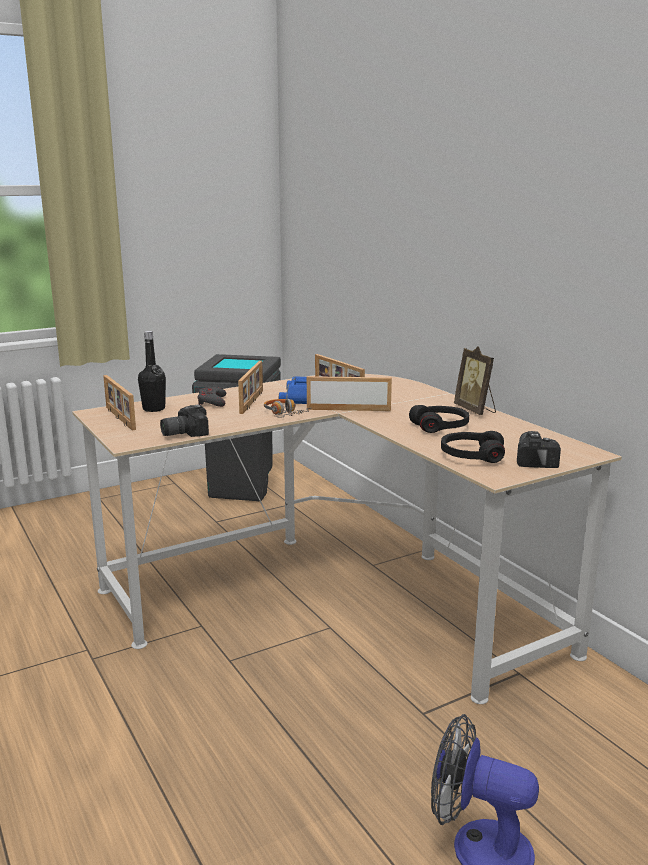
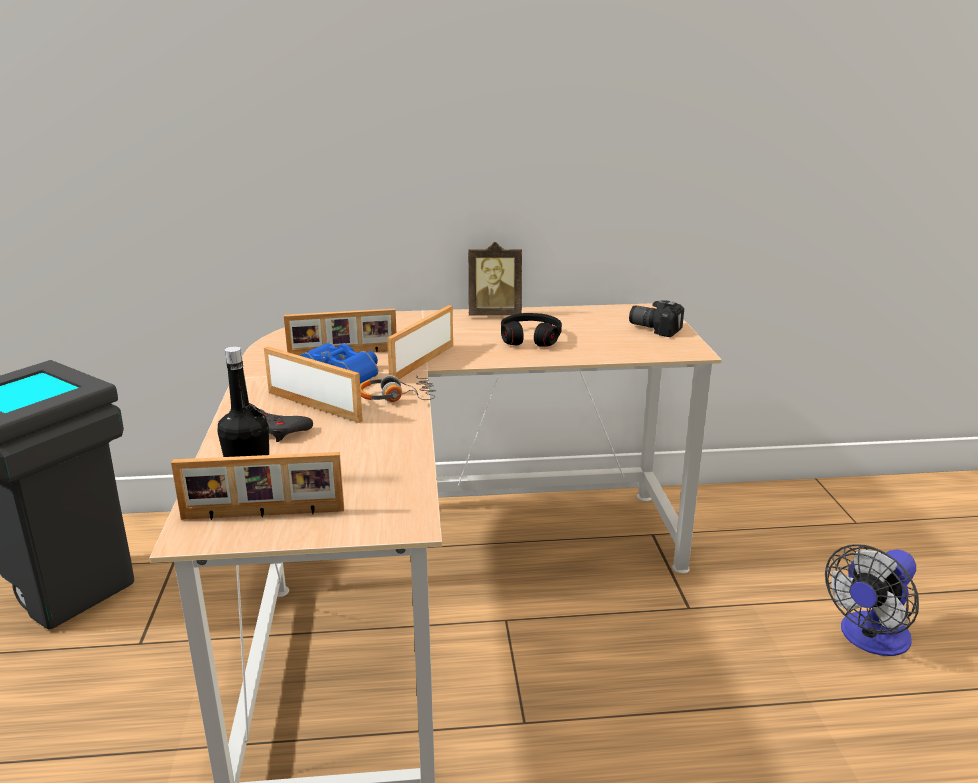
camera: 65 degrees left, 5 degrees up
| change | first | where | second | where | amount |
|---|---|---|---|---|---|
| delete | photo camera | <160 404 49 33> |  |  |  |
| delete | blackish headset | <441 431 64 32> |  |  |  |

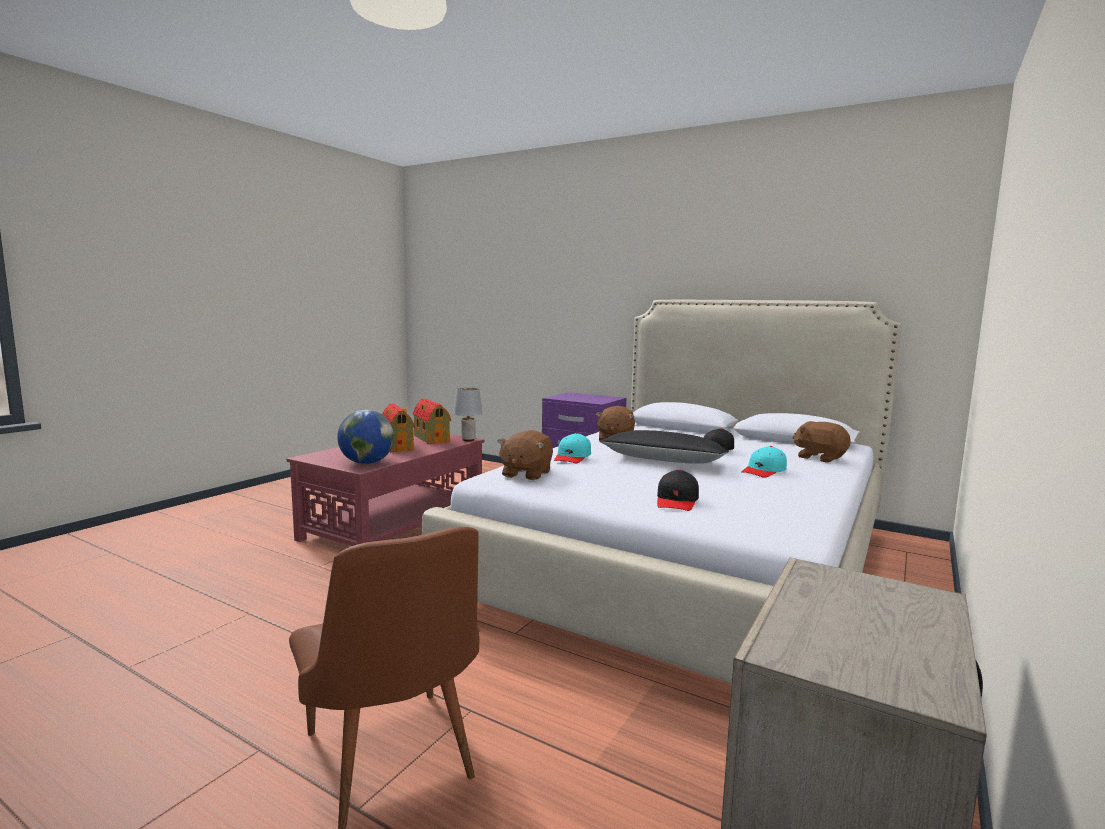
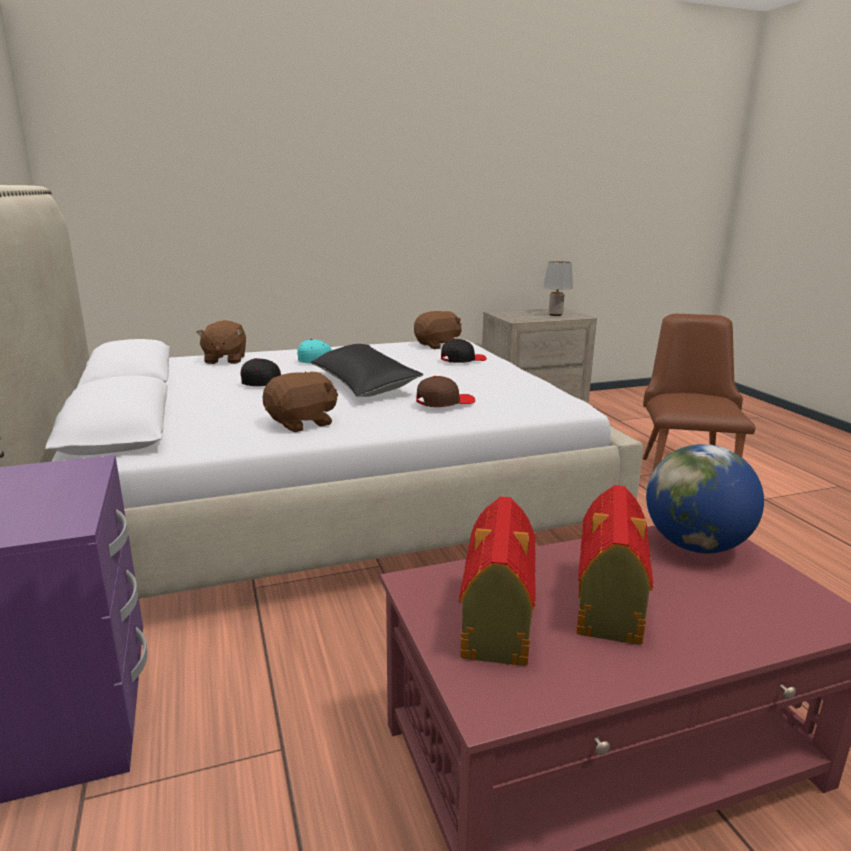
camera: 140 degrees left, 10 degrees up
| change | first | where | second | where | amount |
|---|---|---|---|---|---|
| move | gray lamp for a table | <453 388 29 53> |  | <543 261 30 55> |  |
| move | brown cuddly toy | <497 430 56 50> |  | <414 311 48 38> |  |
| recolor | blue-green baseball cap | <554 433 37 31> | brown baseball cap | <416 376 59 31> |  |

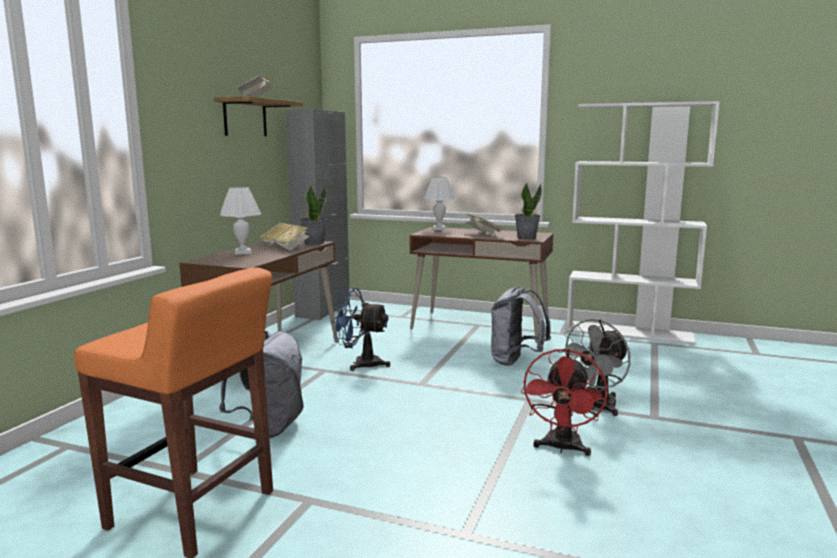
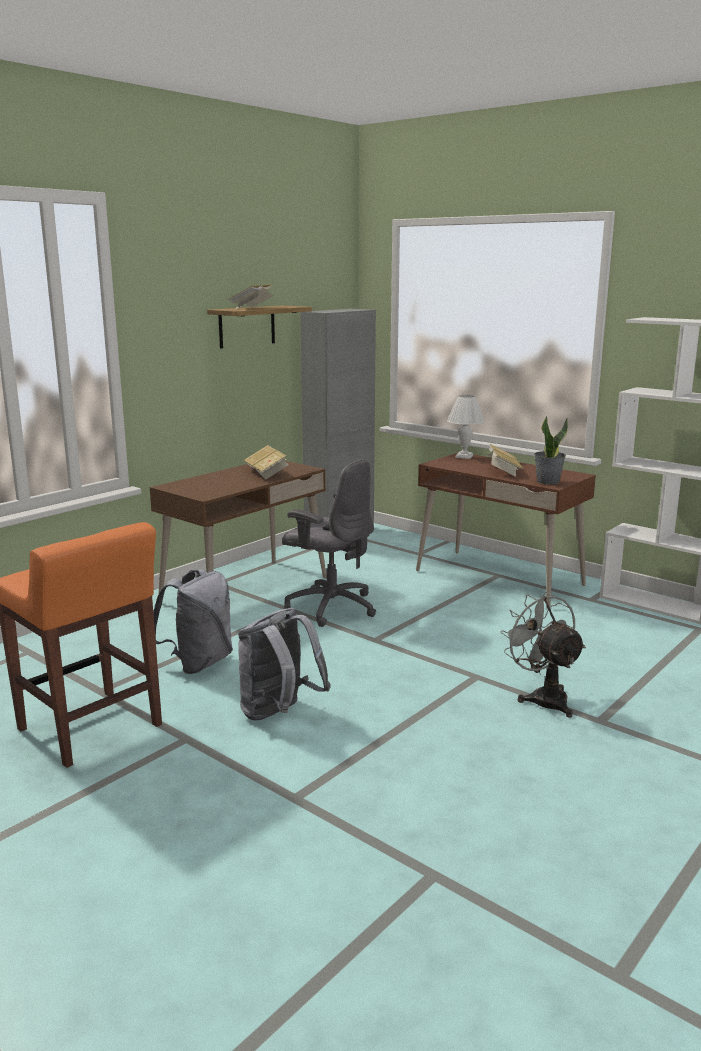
camera: 20 degrees right, 5 degrees up
| change | first | where | second | where | amount |
|---|---|---|---|---|---|
| delete | whitish lamp for a table | <220 187 41 68> |  |  |  |
| delete | houseplant | <300 185 27 60> |  |  |  |
| delete | red cooling fan | <521 349 86 107> |  |  |  |
| move | gray knapsack | <491 286 60 80> |  | <238 608 93 113> |  |
| replace | blue-coloured cooling fan | <331 287 59 84> | gray computer chair | <282 460 94 167> |  |
| rotate | gray cooling fan | <558 319 72 97> |  | <501 592 85 126> | 90 degrees clockwise |

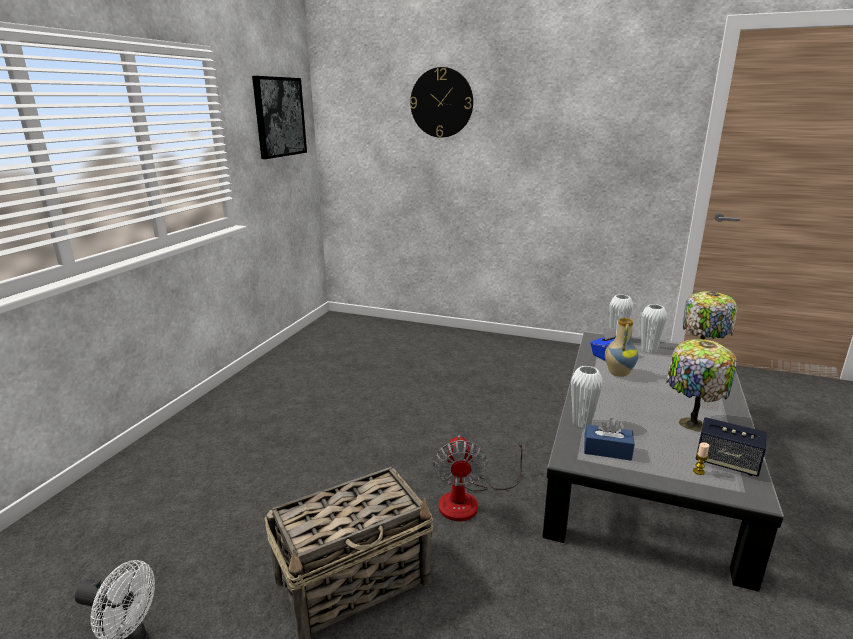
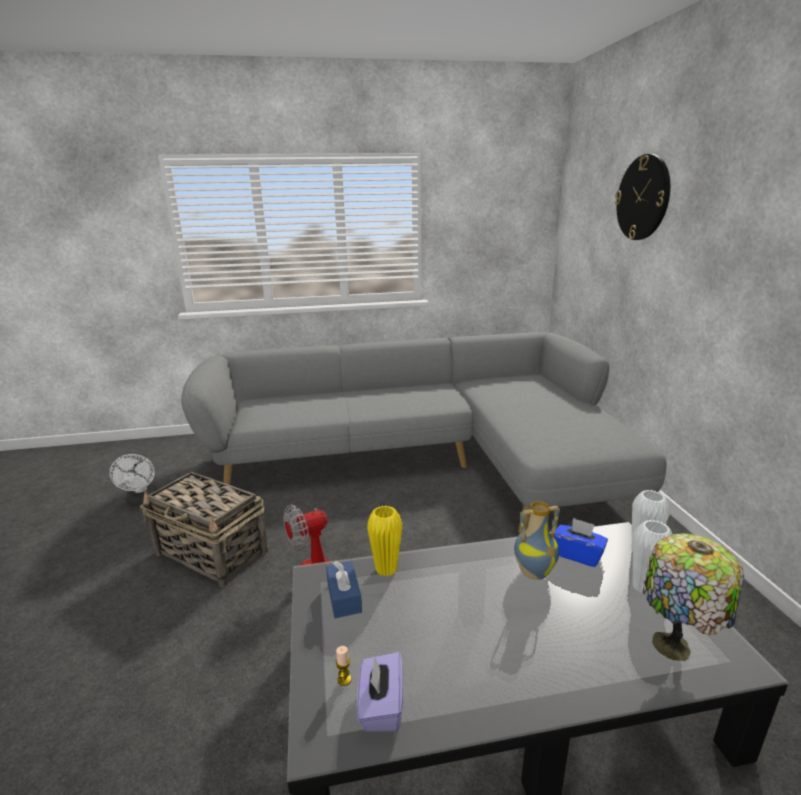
camera: 60 degrees right, 0 degrees up
| change | first | where | second | where | amount |
|---|---|---|---|---|---|
| delete | picture | <252 76 55 83> |  |  |  |
| delete | lamp for a table | <666 339 71 93> |  |  |  |
| insert |  |  | gray settee | <181 332 486 202> |  |
| replace | loudspeaker | <696 417 70 60> | purple-coloured tissue holder | <357 652 46 80> |  |
| recolor | whitish vase | <571 366 32 63> | yellow-coloured vase | <367 506 36 70> |  |

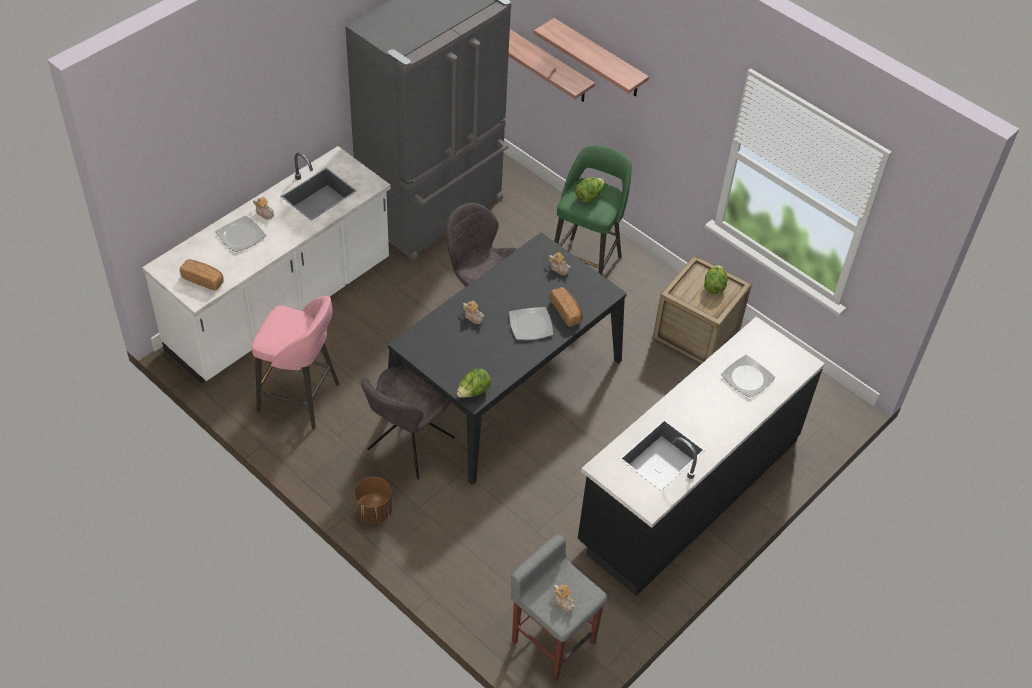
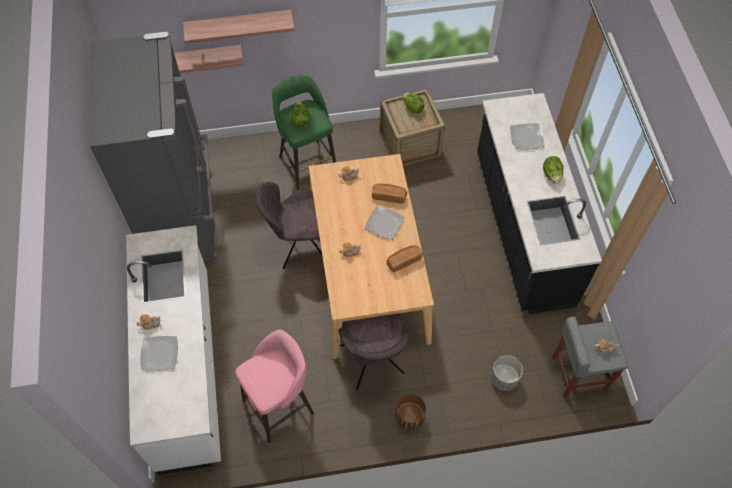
camera: 50 degrees left, 10 degrees up
| change | first | where | second | where | amount |
|---|---|---|---|---|---|
| insert |  |  | gray flower pot | <490 355 33 36> |  |
| move | bakery bread | <180 260 44 30> |  | <387 245 36 27> |  |
| move | lettuce | <457 368 34 30> |  | <543 156 21 28> |  |
| recolor | blackish dinner table | <388 233 239 251> | sand-coloured dinner table | <309 154 125 205> |  |

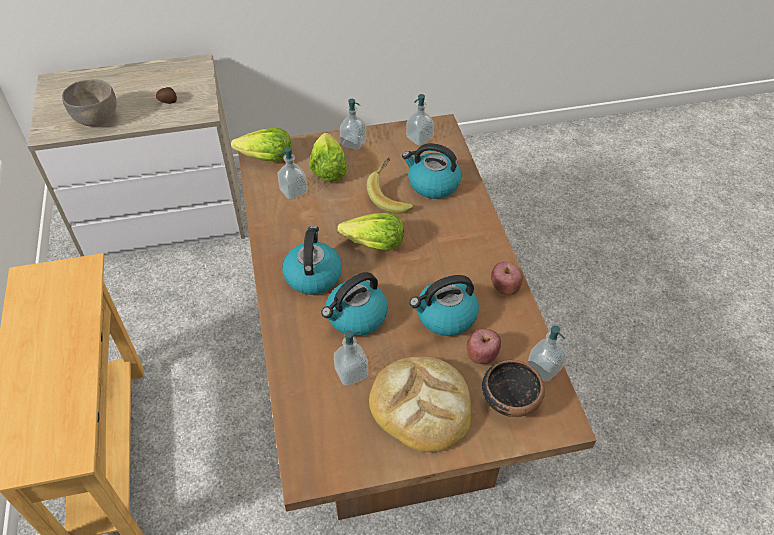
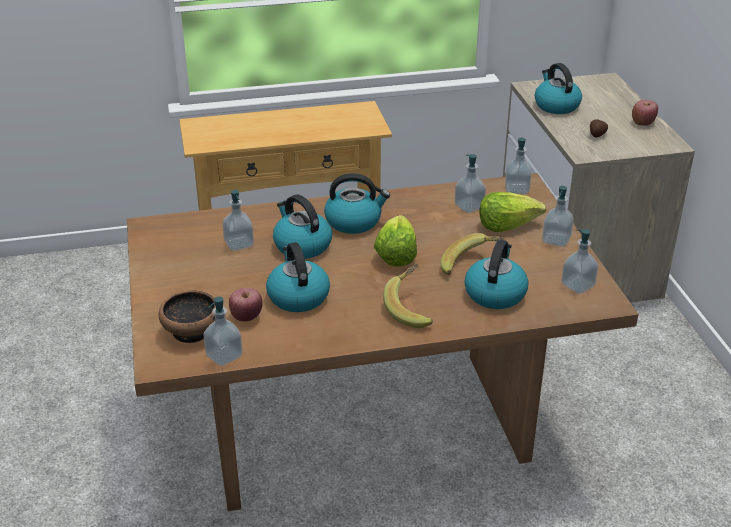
camera: 90 degrees right, 15 degrees down
| change | first | where | second | where | amount |
|---|---|---|---|---|---|
| delete | bakery bread | <369 357 102 95> |  |  |  |
| insert |  |  | banana | <383 264 50 64> |  |
| move | apple | <491 262 32 34> |  | <632 100 26 25> |  |
| replace | gray serving bowl | <62 79 55 48> | water kettle | <535 63 47 51> |  |
| replace | lettuce | <231 128 60 34> | soap dispenser | <505 137 26 57> |  |

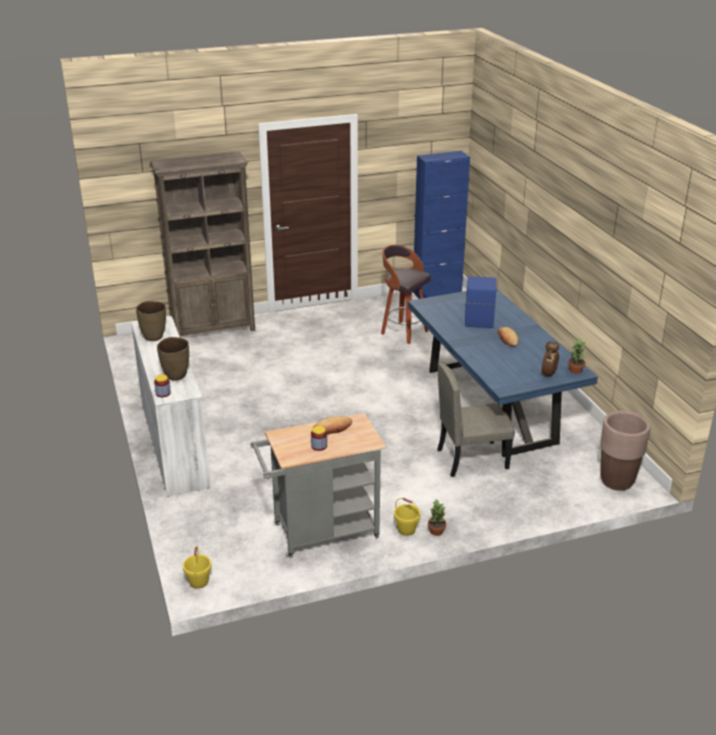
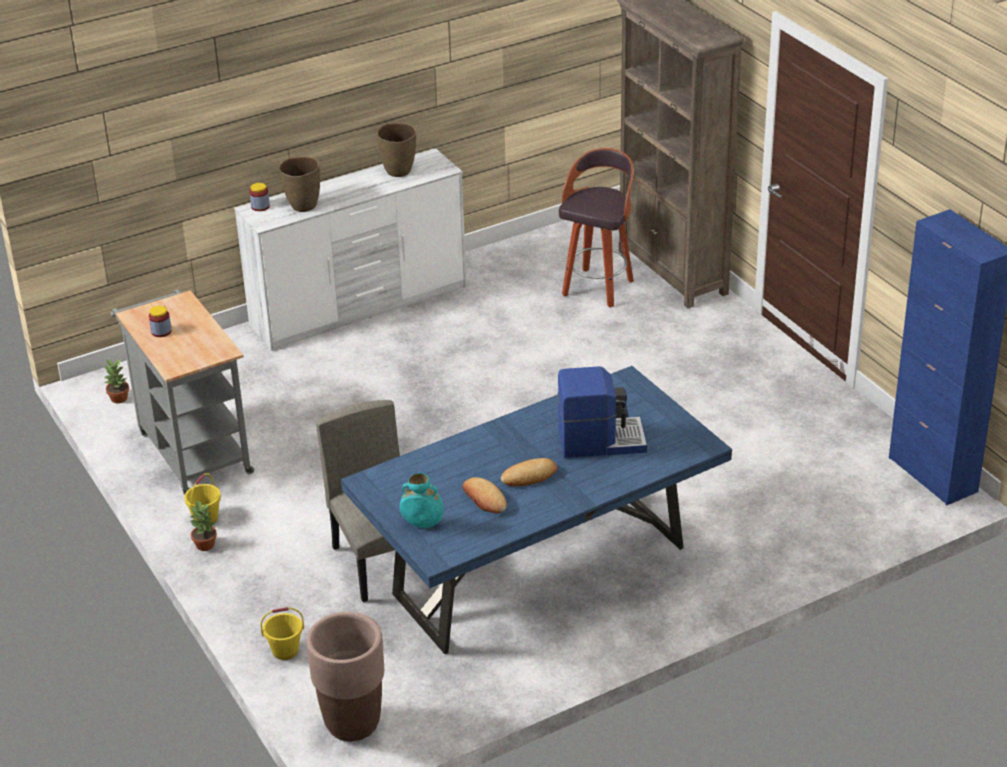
camera: 80 degrees right, 5 degrees up
| change | first | where | second | where | amount |
|---|---|---|---|---|---|
| move | yellow-coloured pail | <183 546 29 43> |  | <260 607 44 53> |  |
| move | bakery bread | <314 416 38 18> |  | <463 477 44 36> |  |
| move | stool seat | <381 245 50 99> |  | <559 148 75 159> |  |
| move | houseplant | <568 338 19 36> |  | <104 359 25 44> |  |
| recolor | brown vase | <541 341 18 35> | blue-green vase | <400 473 44 55> |  |

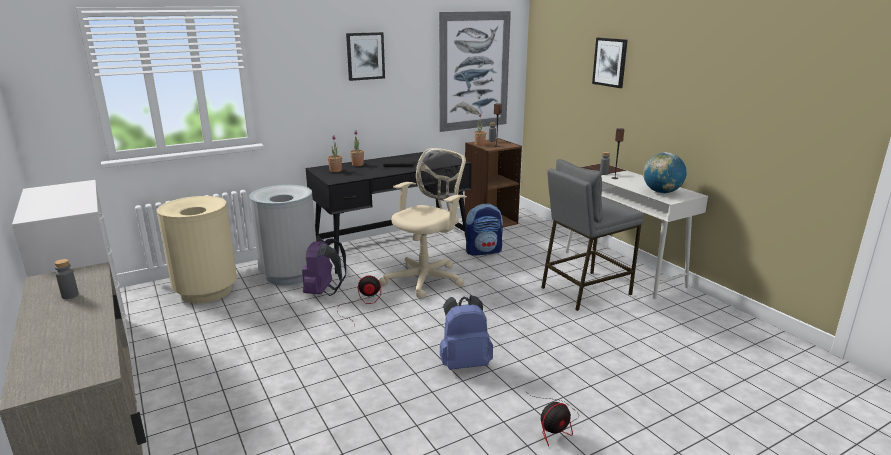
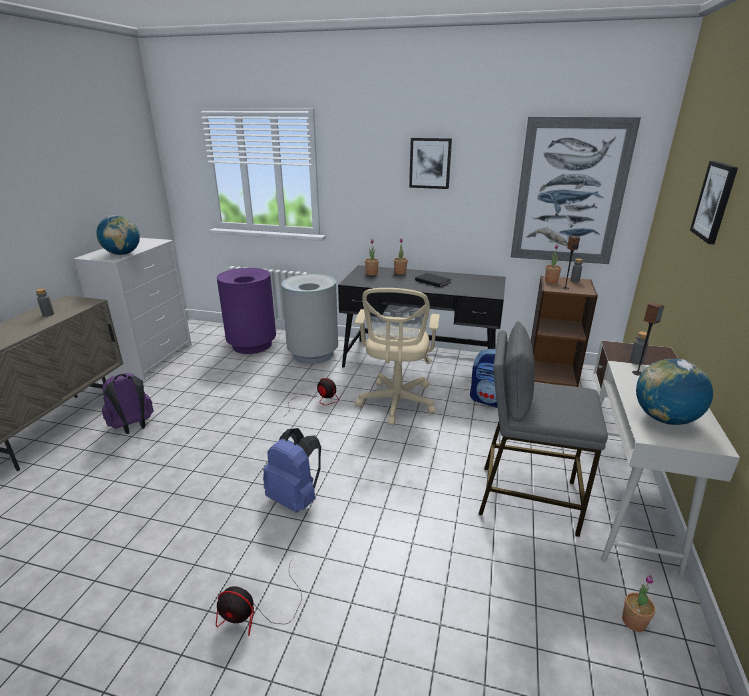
camera: 45 degrees right, 5 degrees up
| change | first | where | second | where | amount |
|---|---|---|---|---|---|
| insert |  |  | desk globe | <96 215 44 40> |  |
| insert |  |  | houseplant | <622 575 33 57> |  |
| move | purple-coloured knapsack | <302 238 44 58> |  | <102 373 52 61> |  |
| recolor | sand-coloured rubbish bin | <157 196 80 107> | purple-coloured rubbish bin | <217 268 59 86> |  |
| rotate | sand-coloured computer chair | <379 148 88 151> |  | <355 288 85 138> | 105 degrees clockwise |

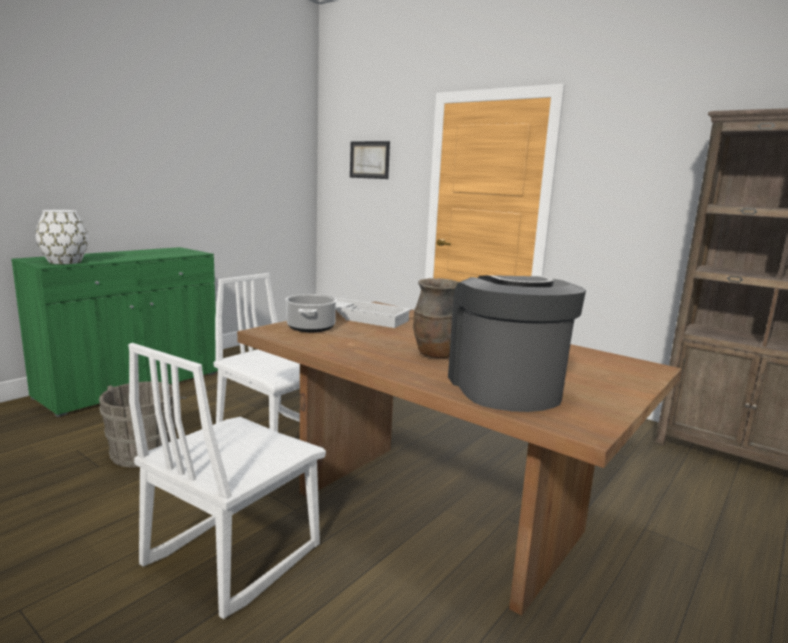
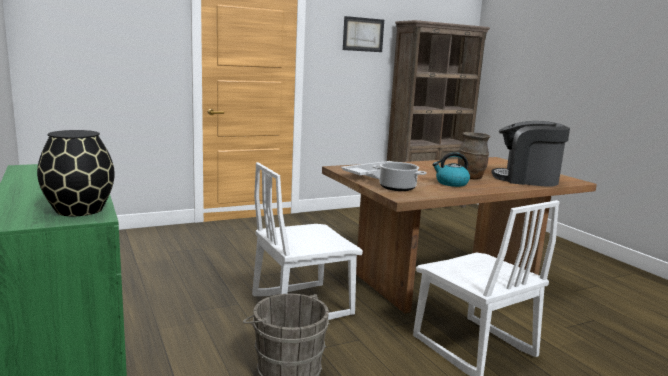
camera: 65 degrees left, 0 degrees up
| change | first | where | second | where | amount |
|---|---|---|---|---|---|
| insert |  |  | water kettle | <433 152 37 35> |  |
| move | picture | <350 141 40 38> |  | <343 16 41 36> |  |
| recolor | whitish vase | <36 210 52 54> | blackish vase | <37 130 78 86> |  |

